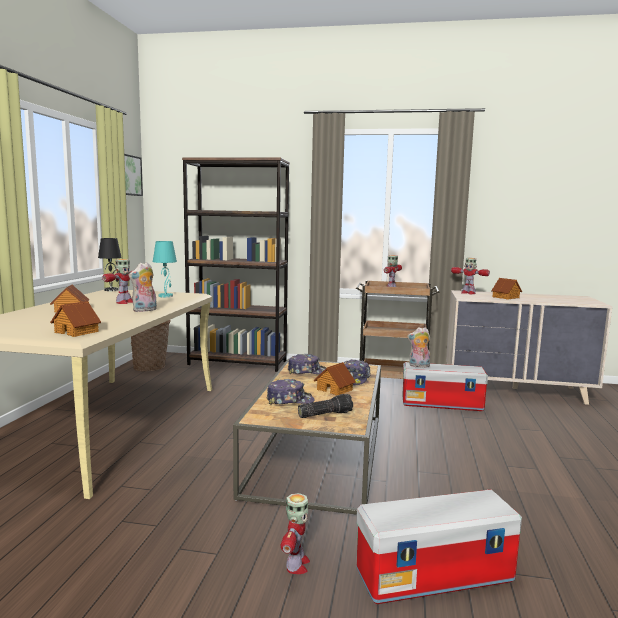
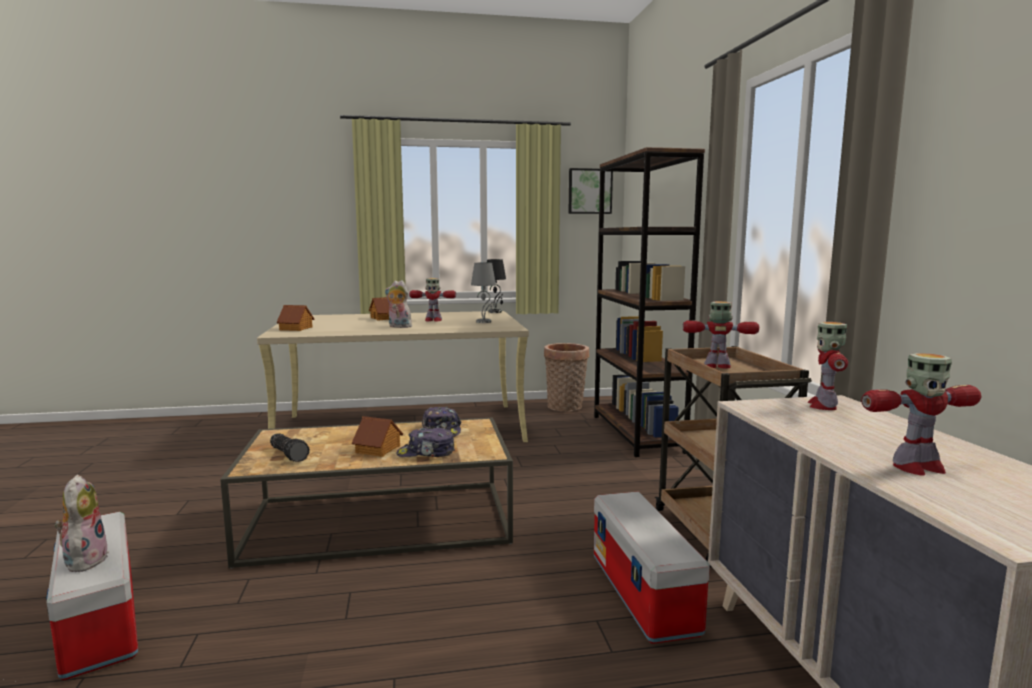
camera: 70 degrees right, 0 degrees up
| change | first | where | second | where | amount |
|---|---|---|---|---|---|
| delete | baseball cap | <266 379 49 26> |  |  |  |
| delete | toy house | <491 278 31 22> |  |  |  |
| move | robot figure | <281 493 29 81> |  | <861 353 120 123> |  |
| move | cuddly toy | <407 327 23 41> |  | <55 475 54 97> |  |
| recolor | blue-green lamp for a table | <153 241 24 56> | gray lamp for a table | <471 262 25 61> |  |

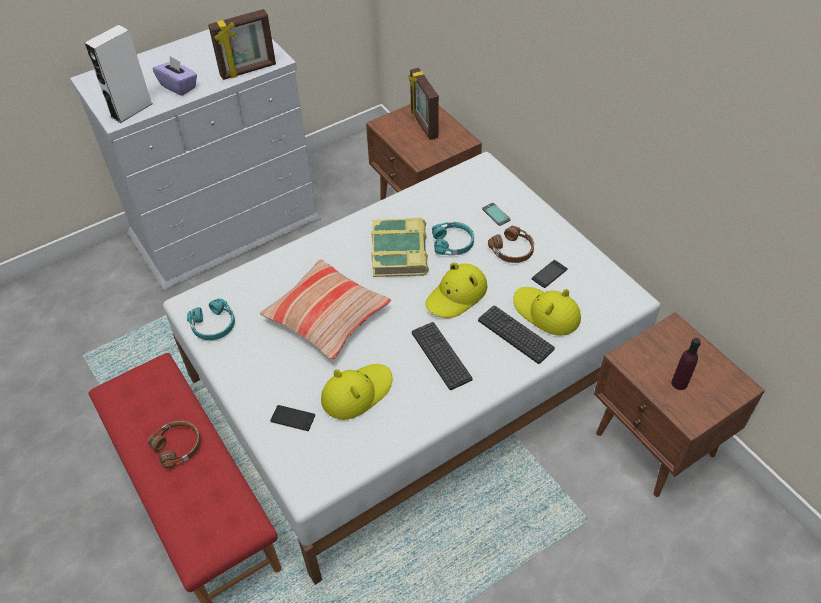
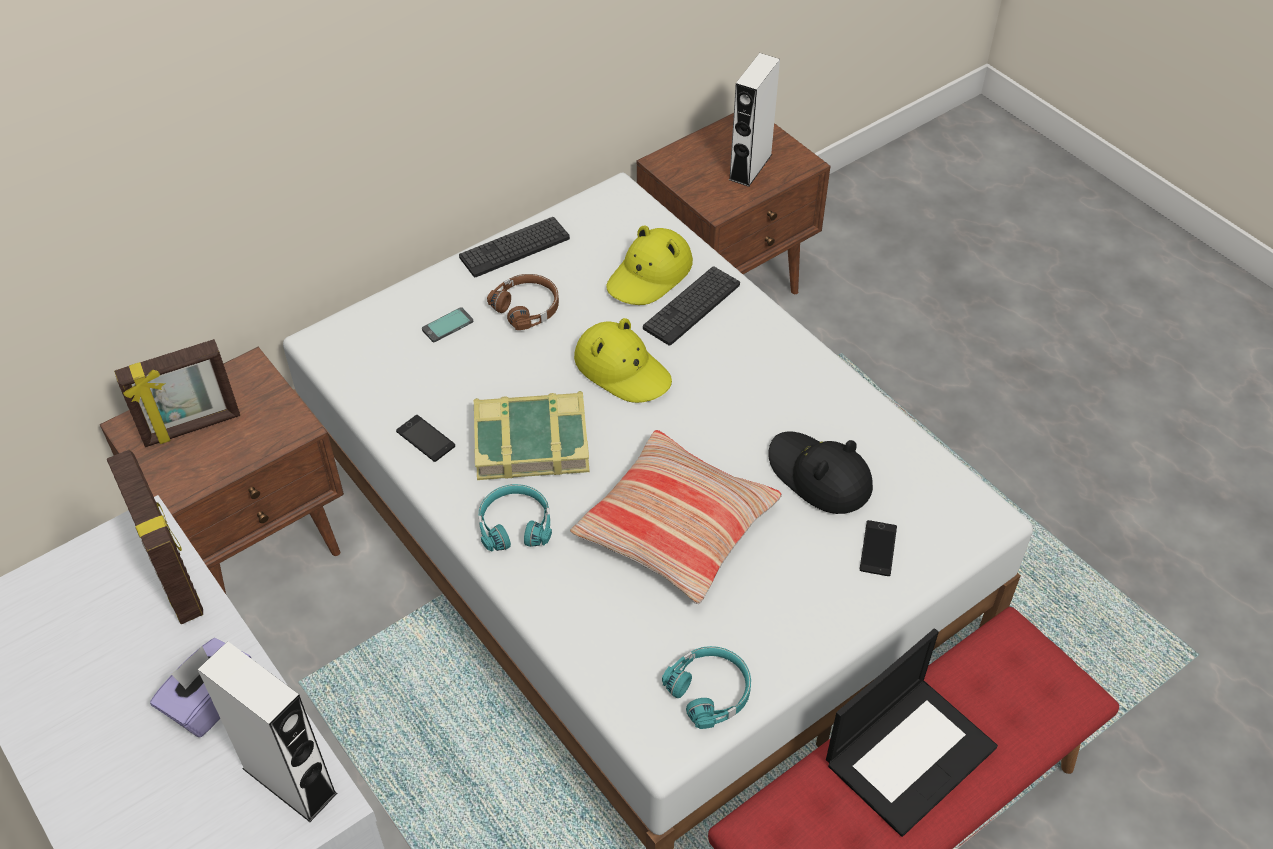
camera: 95 degrees left, 0 degrees up
| change | first | where | second | where | amount |
|---|---|---|---|---|---|
| move | computer keyboard | <412 322 61 68> |  | <459 217 111 60> |  |
| move | blue-green headset | <432 222 42 33> |  | <479 484 73 67> |  |
| move | phone | <532 260 36 28> |  | <396 415 59 47> |  |
| replace | brown headset | <148 420 53 49> | portable computer | <826 628 172 209> |  |
| replace | purple-coloured bottle | <671 338 30 52> | whitish loudspeaker | <729 53 51 134> |  |
| recolor | yellow-coloured wearable hat | <321 364 71 56> | blackish wearable hat | <768 432 105 82> |  |

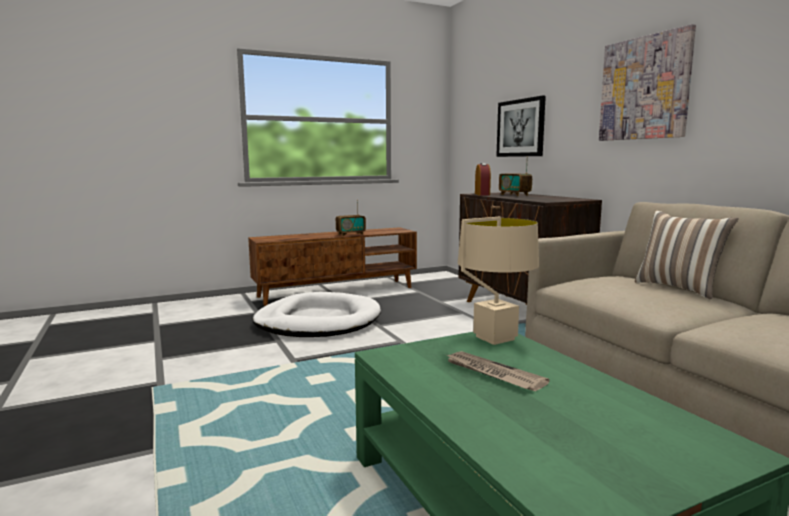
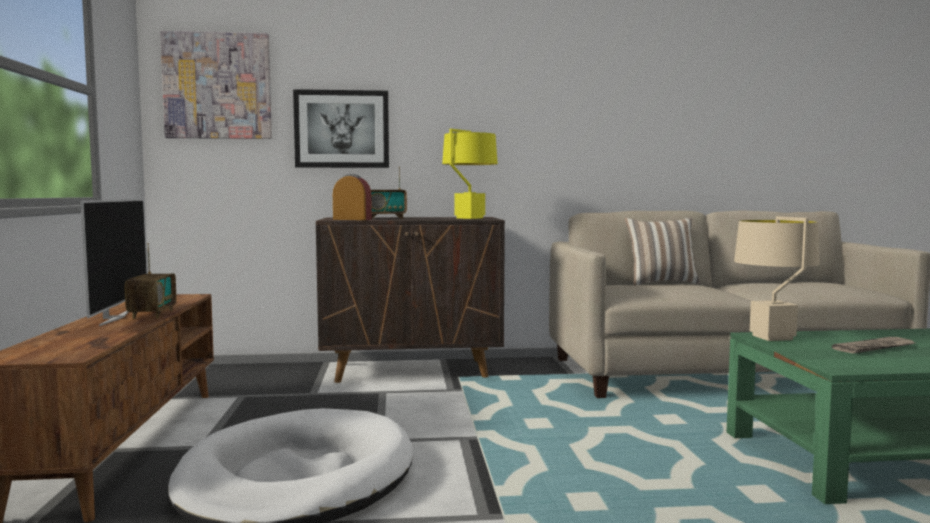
camera: 70 degrees left, 5 degrees down
| change | first | where | second | where | amount |
|---|---|---|---|---|---|
| insert |  |  | TV set | <80 199 67 127> |  |
| insert |  |  | yellow-coloured lamp for a table | <442 129 56 90> |  |
| move | picture | <599 24 97 117> |  | <160 31 112 108> |  |

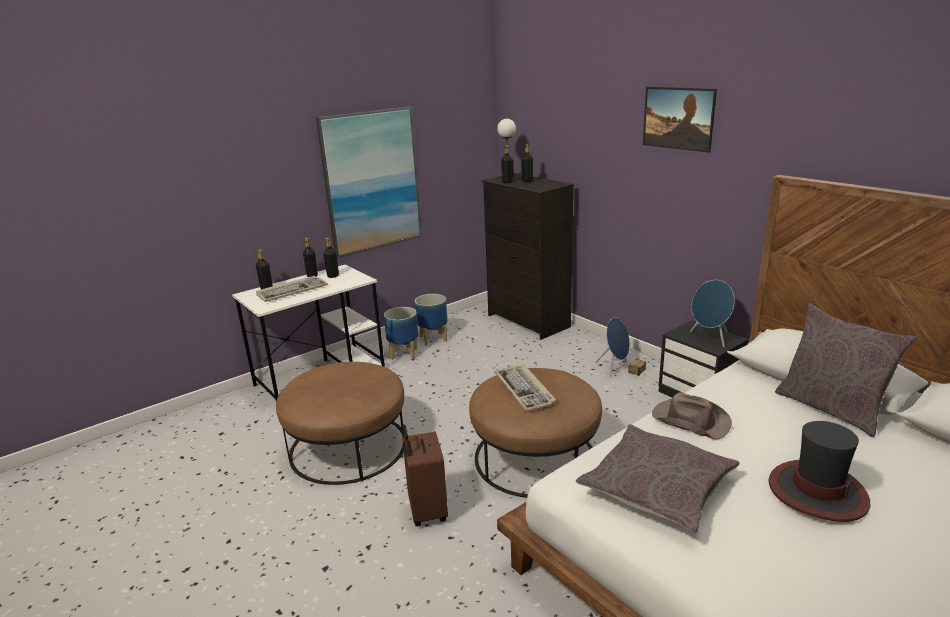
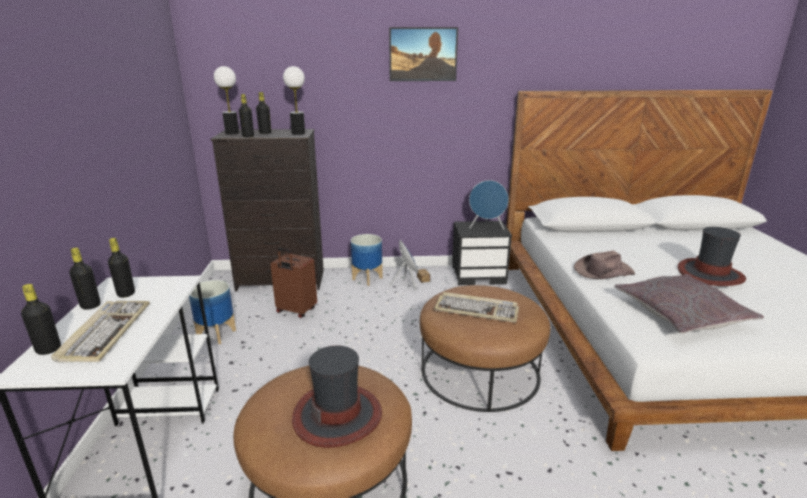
camera: 55 degrees left, 0 degrees up
| change | first | where | second | where | amount |
|---|---|---|---|---|---|
| delete | picture | <316 106 106 153> |  |  |  |
| delete | gray throw pillow | <775 303 141 134> |  |  |  |
| insert |  |  | lamp for a table | <283 66 22 69> |  |
| insert |  |  | wearable hat | <292 346 90 102> |  |
| move | flower pot | <384 307 35 53> |  | <351 234 32 52> |  |
| move | brown piece of luggage | <402 425 46 102> |  | <270 248 47 70> |  |

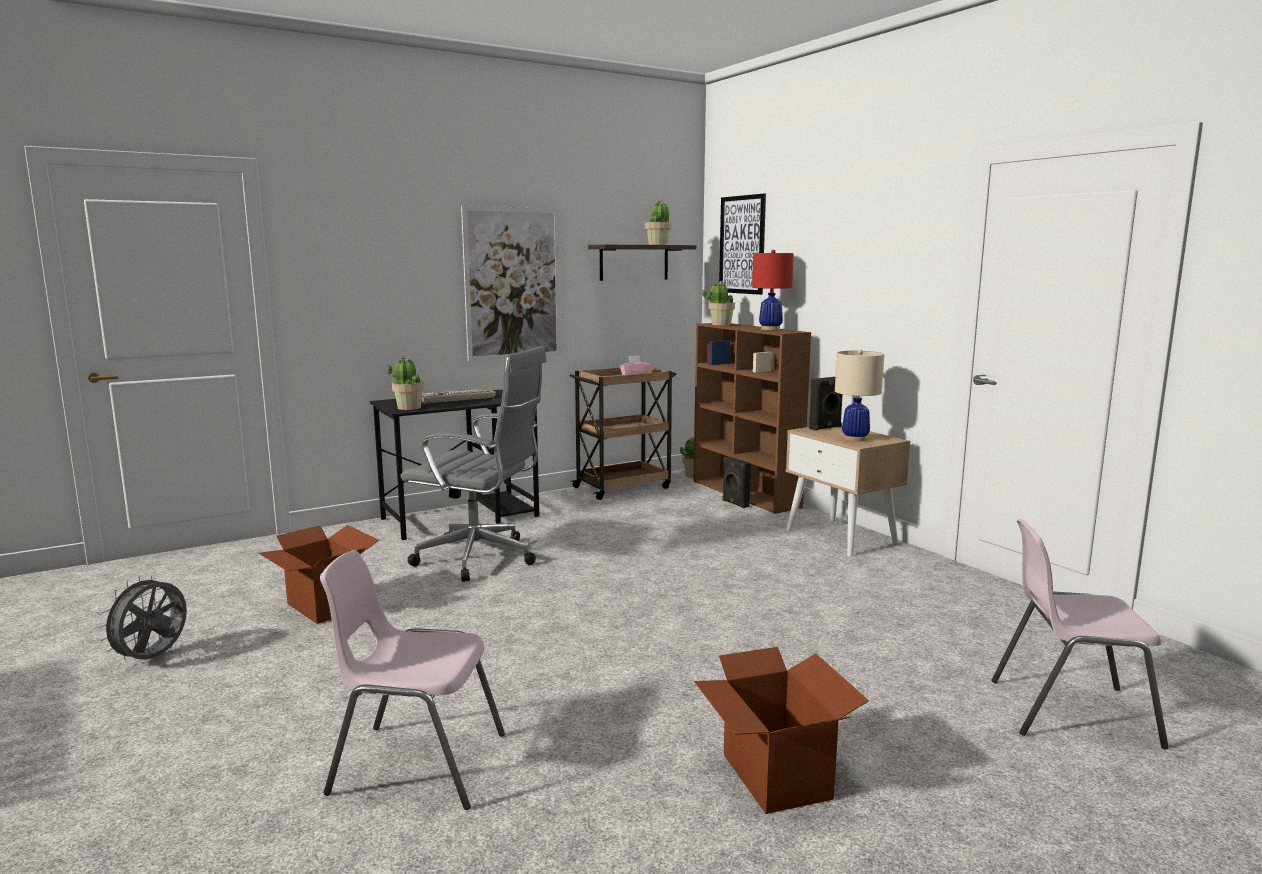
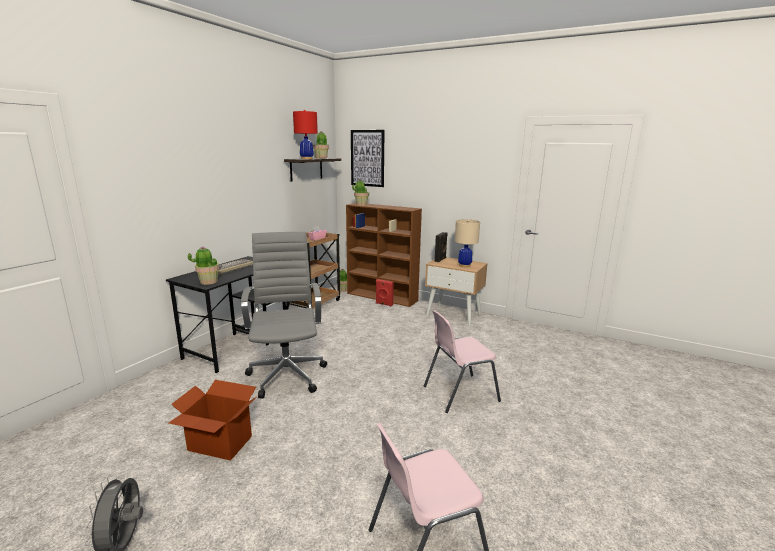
camera: 30 degrees left, 5 degrees up
| change | first | where | second | where | amount |
|---|---|---|---|---|---|
| delete | picture | <461 206 100 155> |  |  |  |
| delete | cardboard box | <694 647 175 167> |  |  |  |
| move | red lamp for a table | <752 250 42 80> |  | <293 110 25 49> |  |
| move | pink-coloured upright chair | <991 519 178 230> |  | <424 310 77 103> |  |
| recolor | blackish loudspeaker | <722 457 29 51> | red loudspeaker | <376 279 18 28> |  |
| rotate | gray computer chair | <401 346 146 236> |  | <241 232 86 166> | 90 degrees counterclockwise |

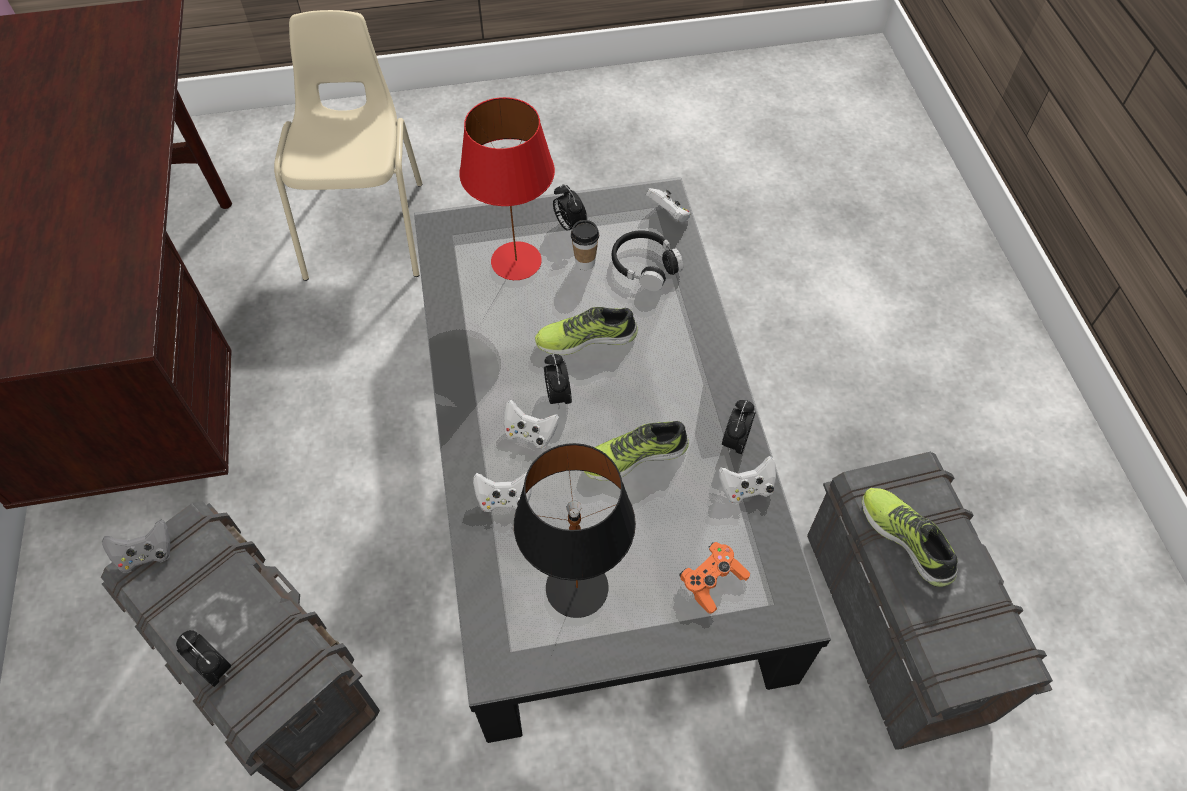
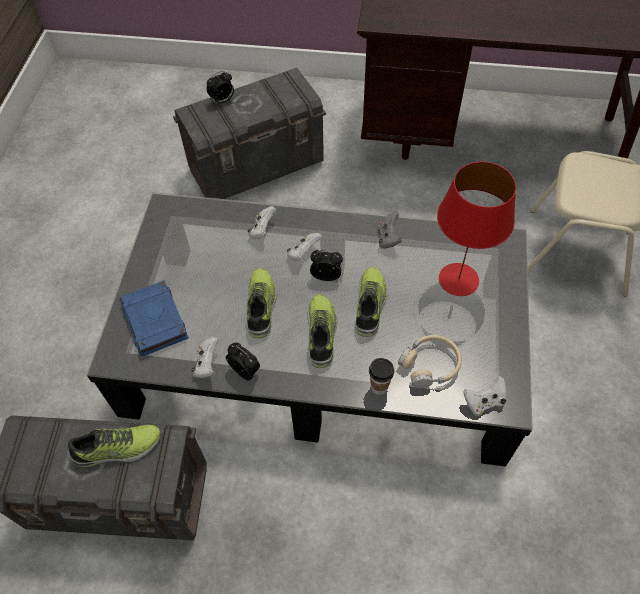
camera: 110 degrees right, 0 degrees up
| change | first | where | second | where | amount |
|---|---|---|---|---|---|
| delete | blackish lamp for a table | <514 443 122 175> |  |  |  |
| delete | bedside clock | <553 184 34 47> |  |  |  |
| insert |  |  | low shoe | <308 294 30 74> |  |
| move | gray gamepad | <102 520 68 53> |  | <378 212 24 37> |  |
| move | drinking cup | <571 220 28 50> |  | <369 358 25 37> |  |
| replace | orange-coloured gamepad | <679 542 71 72> | blue-coloured volume | <120 280 69 76> |  |
| recolor | blackish headset | <612 230 71 61> | sand-coloured headset | <398 335 64 53> |  |

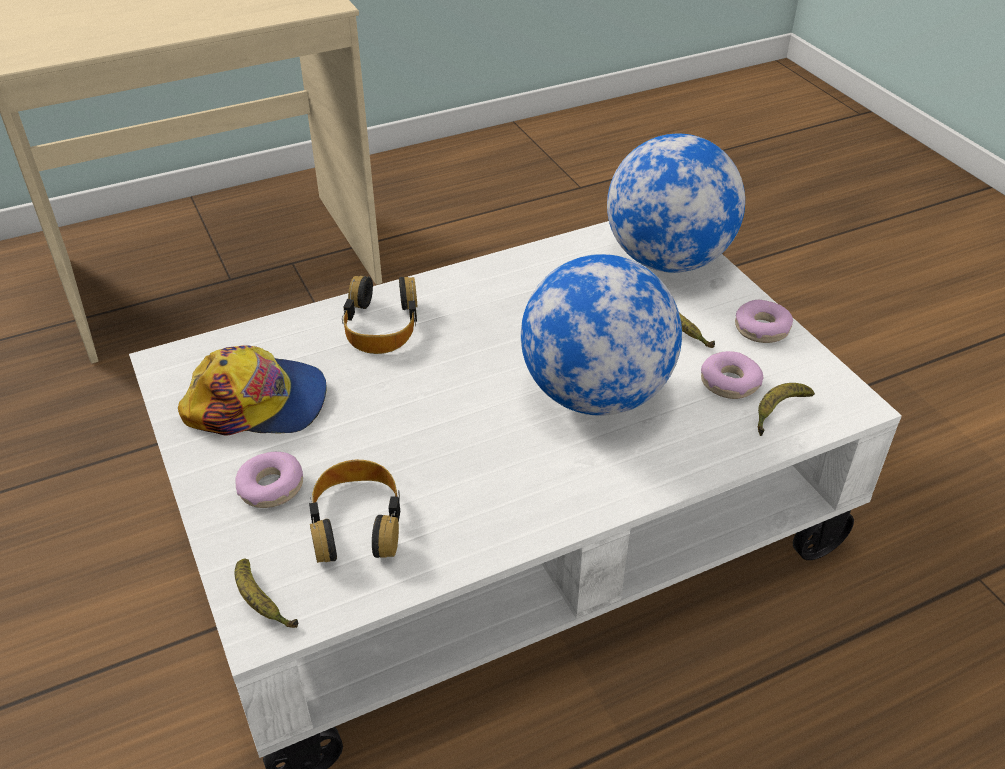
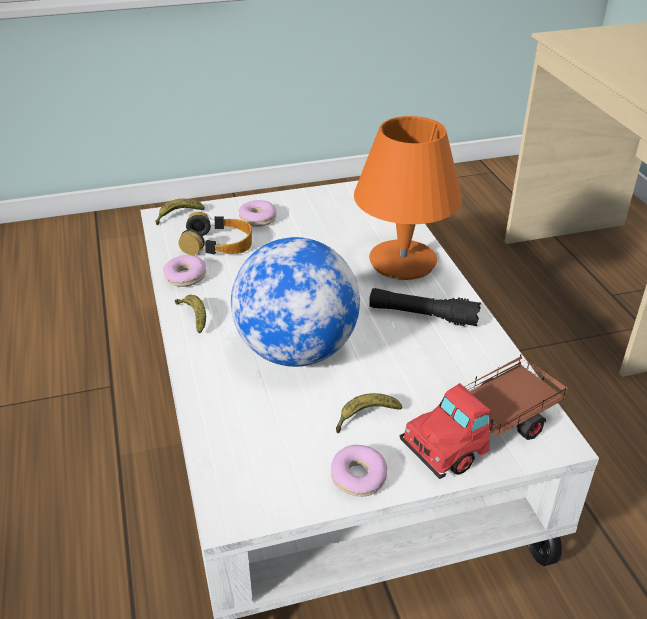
camera: 100 degrees right, 5 degrees down
| change | first | where | second | where | amount |
|---|---|---|---|---|---|
| delete | baseball cap | <178 345 149 91> |  |  |  |
| insert |  |  | blackish hand torch | <369 288 112 38> |  |
| move | doughnut | <701 351 63 48> |  | <163 255 43 32> |  |
| move | banana | <757 383 58 53> |  | <175 295 31 39> |  |
| replace | headset | <342 276 75 78> | orange-coloured lamp for a table | <354 116 108 164> |  |
| replace | desk globe | <607 134 138 139> | toy truck | <399 354 169 125> |  |

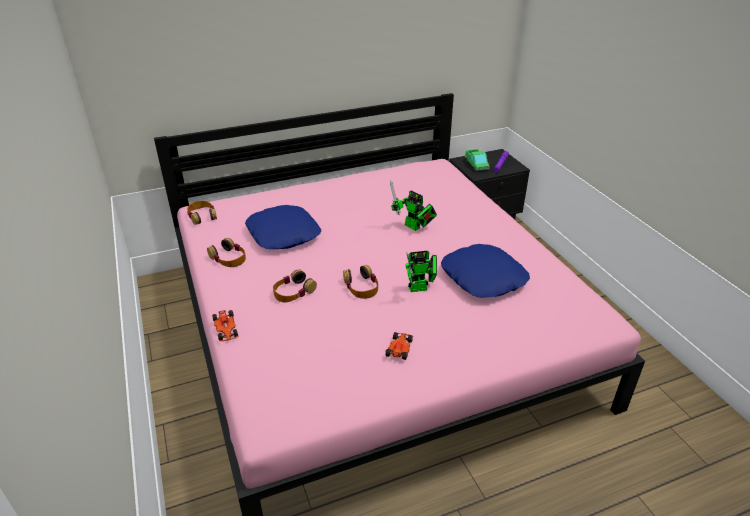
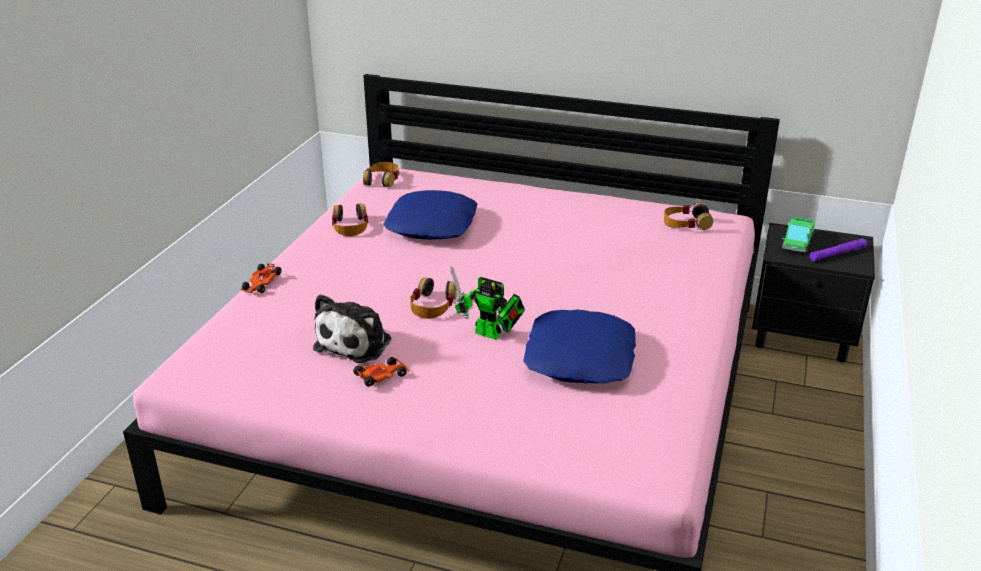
camera: 40 degrees right, 5 degrees down
| change | first | where | second | where | amount |
|---|---|---|---|---|---|
| delete | robot figure | <390 181 47 50> |  |  |  |
| insert |  |  | cuddly toy | <313 294 78 69> |  |
| move | headset | <273 269 44 33> |  | <664 202 49 28> |  |

